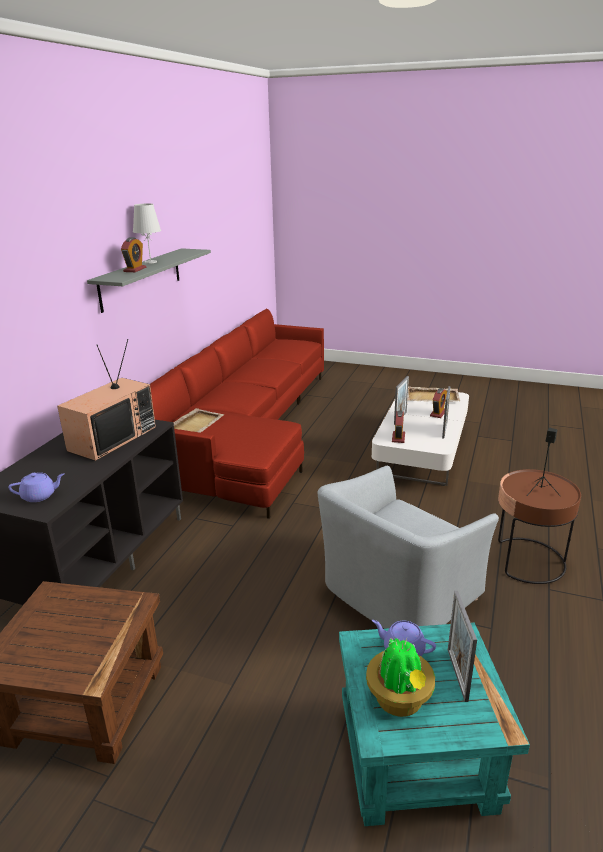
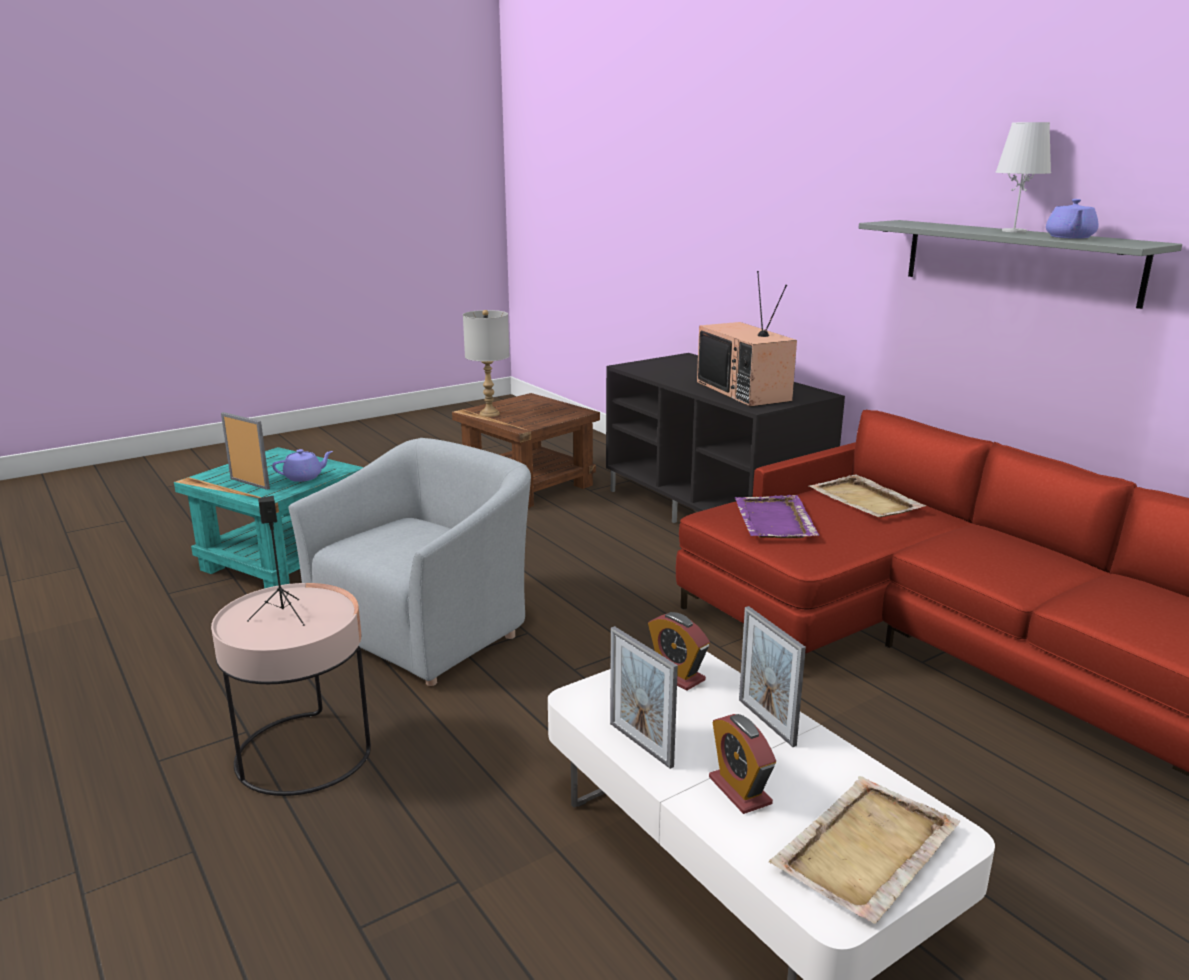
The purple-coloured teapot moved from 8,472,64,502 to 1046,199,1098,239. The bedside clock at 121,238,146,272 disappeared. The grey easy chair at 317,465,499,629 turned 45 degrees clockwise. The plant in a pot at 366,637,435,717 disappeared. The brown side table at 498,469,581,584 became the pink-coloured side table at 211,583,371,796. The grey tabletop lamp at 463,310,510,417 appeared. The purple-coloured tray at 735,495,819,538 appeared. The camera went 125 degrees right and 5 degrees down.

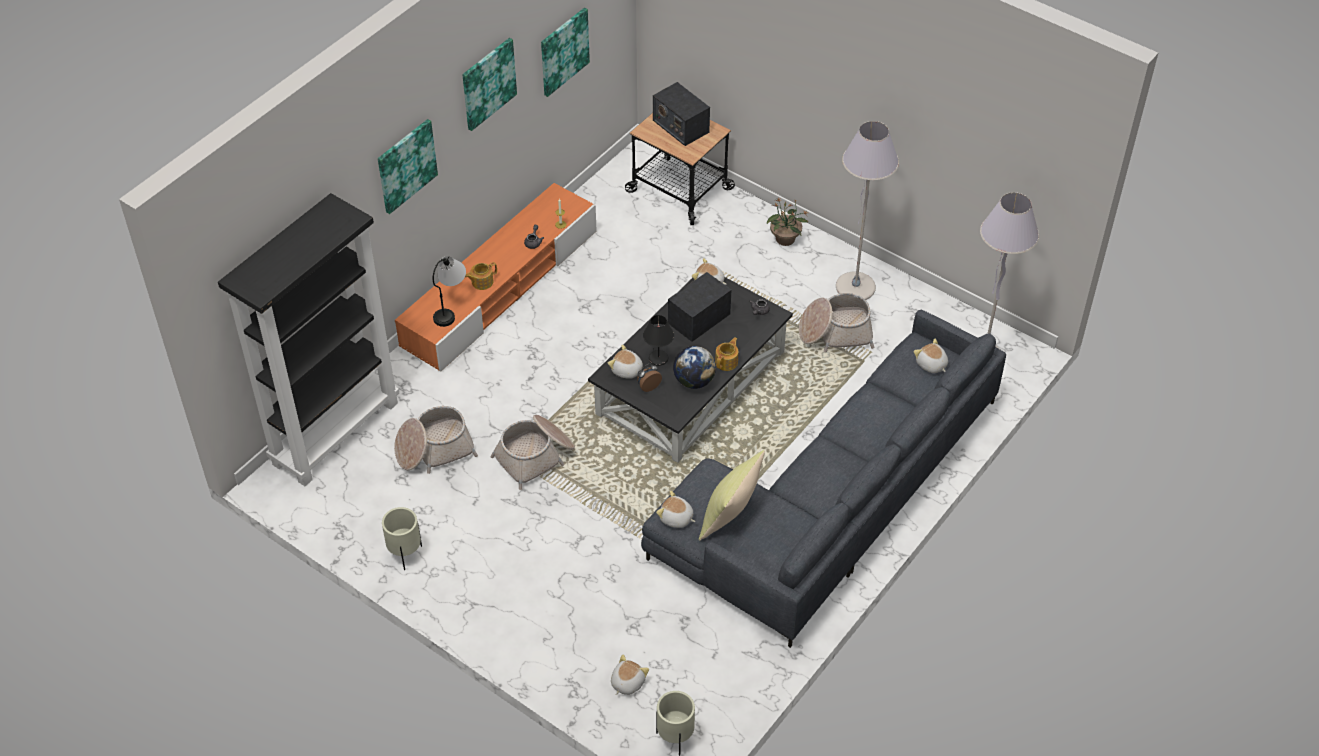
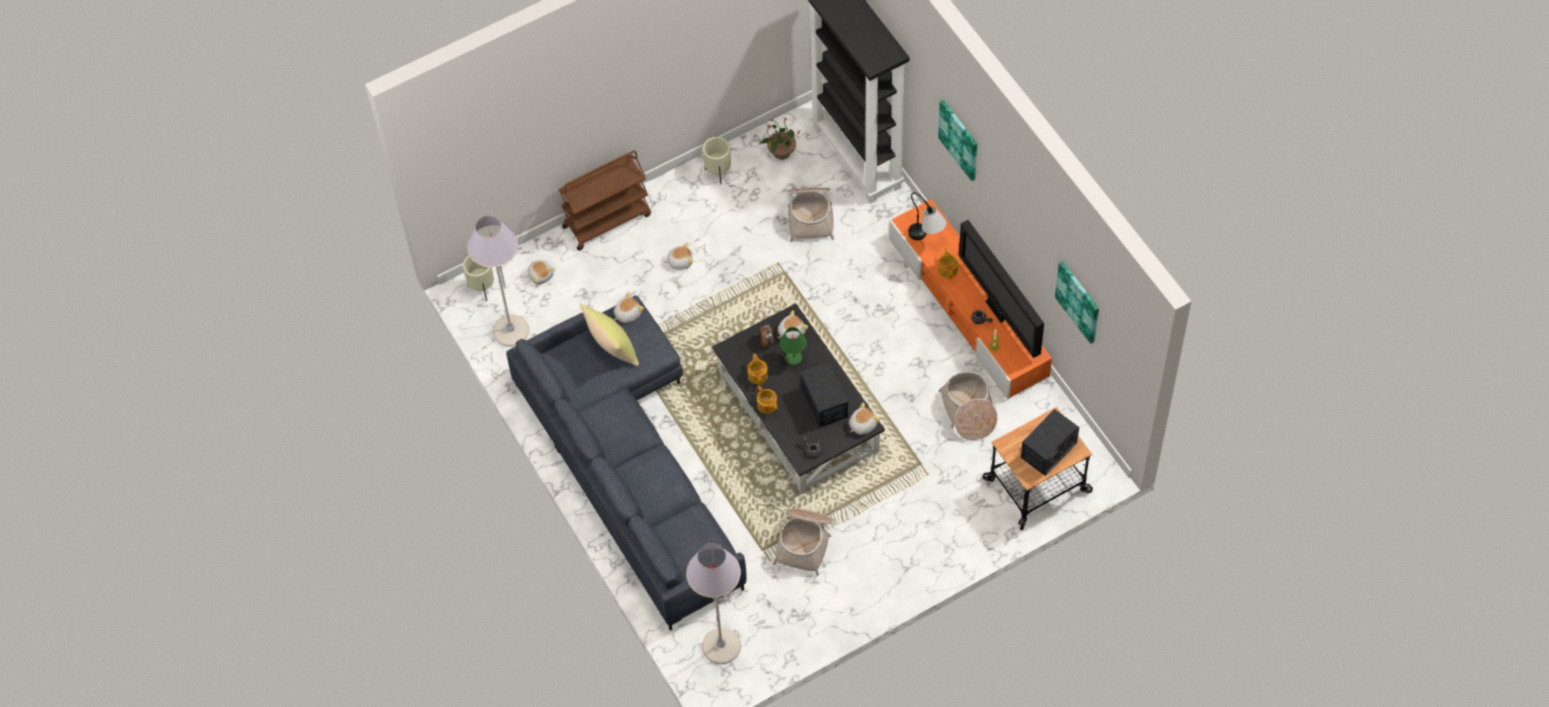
The picture at 462,38,517,131 disappeared. The basket moved from 491,415,575,490 to 938,371,997,440. The black tabletop lamp at 643,315,674,366 became the greenish tabletop lamp at 779,327,807,365. The radio set at 653,82,710,146 turned 150 degrees clockwise. The globe at 673,346,716,389 was replaced by the teapot at 748,354,768,385. The plant in a pot moved from 767,197,808,246 to 760,119,801,160. The grey standing lamp moved from 836,121,899,300 to 467,215,529,346. The cuddly toy moved from 914,338,948,373 to 664,242,693,270. The brown wheeled cart at 559,150,651,251 appeared. The TV at 959,220,1044,358 appeared. The camera went 115 degrees right and 10 degrees up.

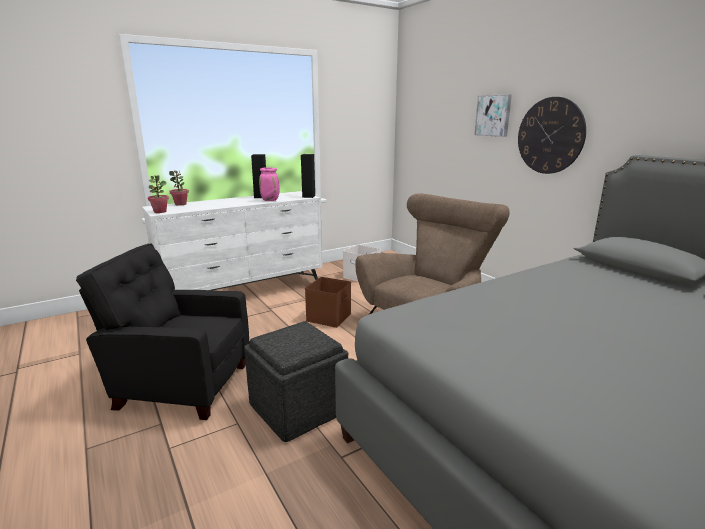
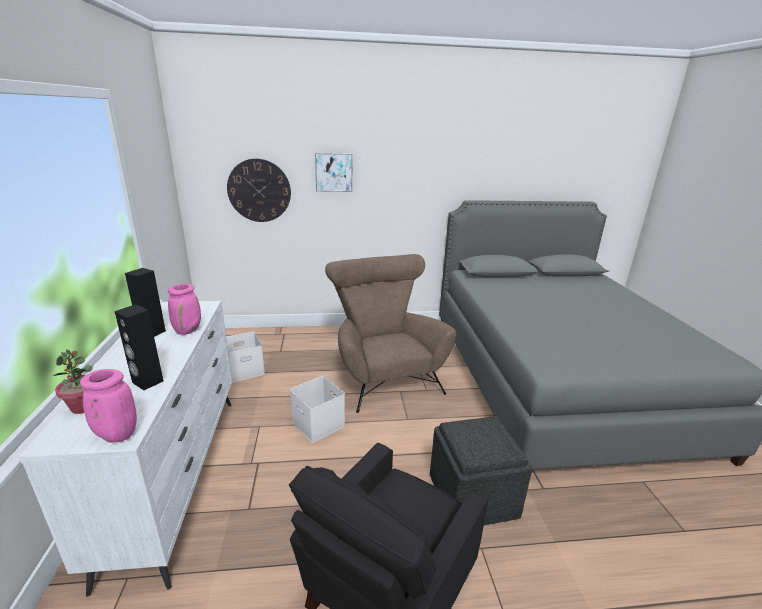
The plant in a pot at 148,175,169,213 was replaced by the pink-coloured flower vase at 80,369,137,443. The black audio speaker moved from 301,154,315,198 to 115,304,164,390. The brown storage container at 305,277,351,328 became the white storage container at 290,376,345,443. The clock on the wall moved from 518,97,586,174 to 227,159,291,222. The camera went 65 degrees left and 5 degrees up.

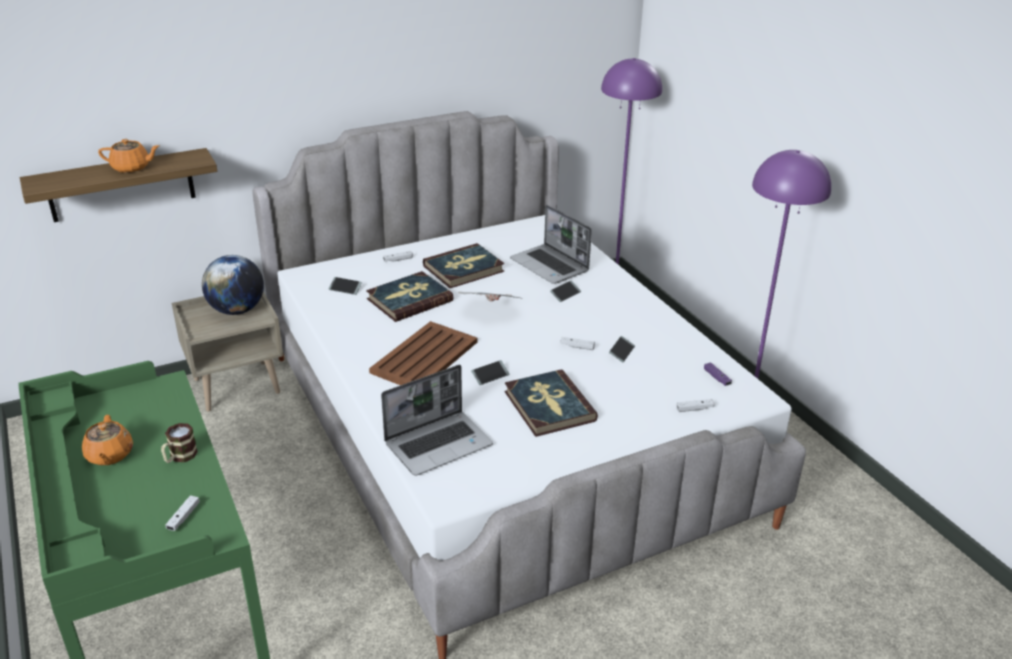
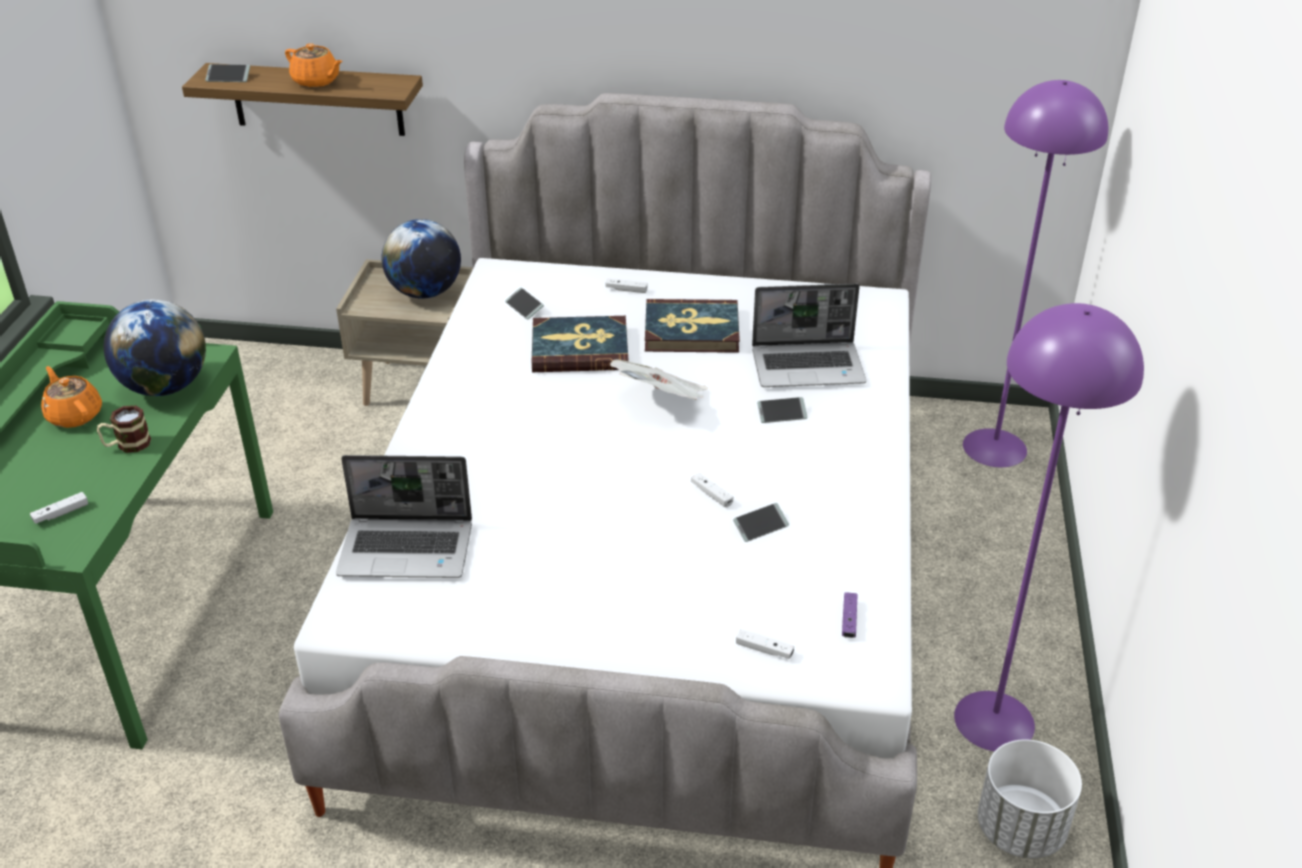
The orange teapot at 82,415,133,465 turned 120 degrees clockwise. The brown tray at 369,321,477,385 disappeared. The phone moved from 471,360,509,385 to 205,64,250,82. The bound book at 505,369,598,437 disappeared. The notebook computer at 510,205,592,284 turned 90 degrees counterclockwise. The globe at 104,299,206,396 appeared. The white flower pot at 978,739,1082,859 appeared. The camera went 35 degrees right and 5 degrees up.

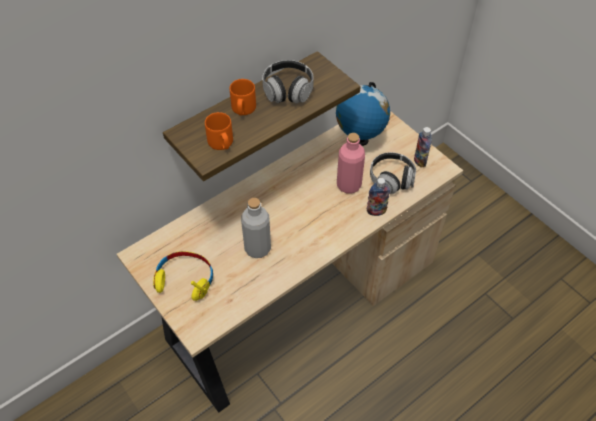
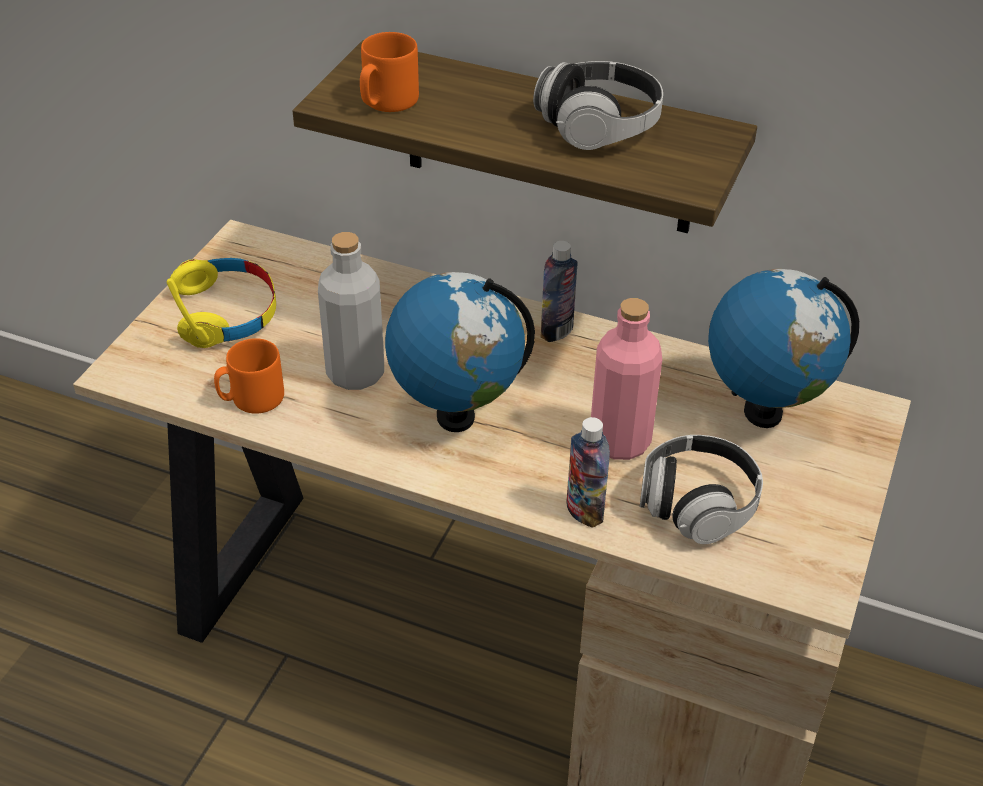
The orange mug moved from 230,79,256,115 to 214,338,284,414. The drink bottle moved from 414,127,432,168 to 541,241,578,342. The globe at 385,272,535,432 appeared. The camera went 60 degrees right and 10 degrees down.

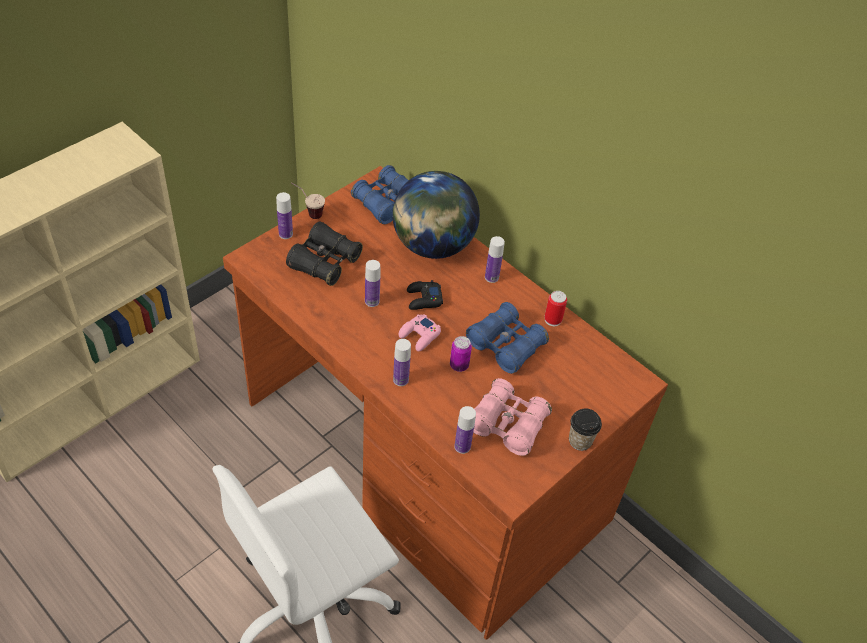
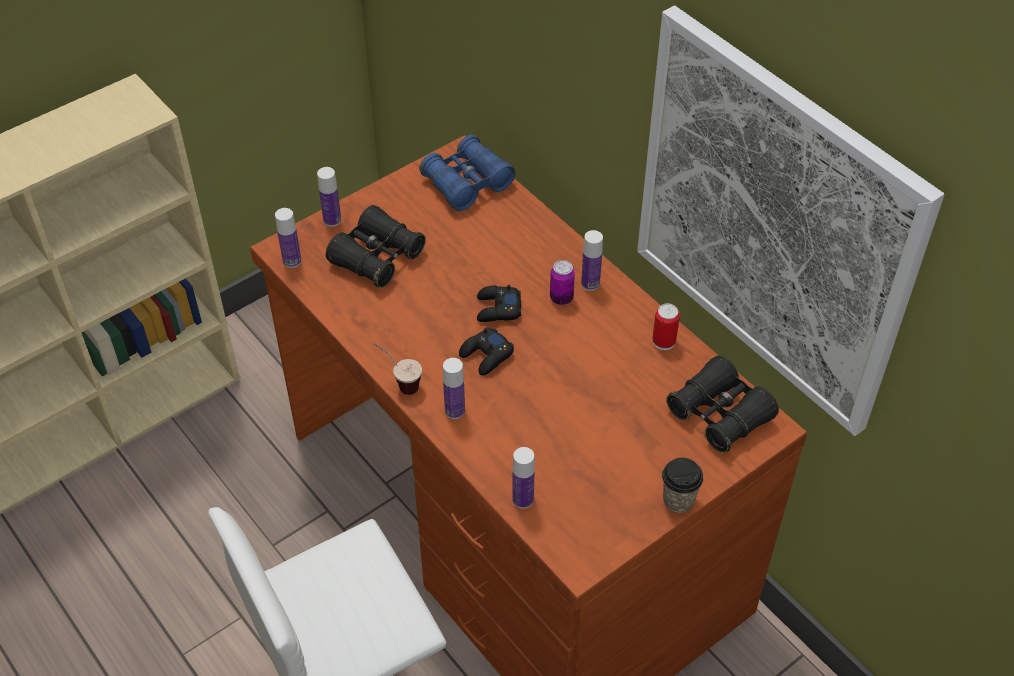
The cup moved from 291,182,325,219 to 374,343,422,395. The drink bottle moved from 365,260,380,307 to 275,208,301,268. The globe at 392,171,480,259 disappeared. The pink-coloured game controller at 399,314,441,351 became the black game controller at 459,328,514,376. The can moved from 450,336,472,372 to 550,260,575,305. The blue-coloured field glasses at 466,302,549,374 disappeared. The pink-coloured field glasses at 474,378,552,456 disappeared. The picture at 637,6,945,436 appeared. The black field glasses at 666,356,779,453 appeared. The camera went 10 degrees right and 0 degrees up.

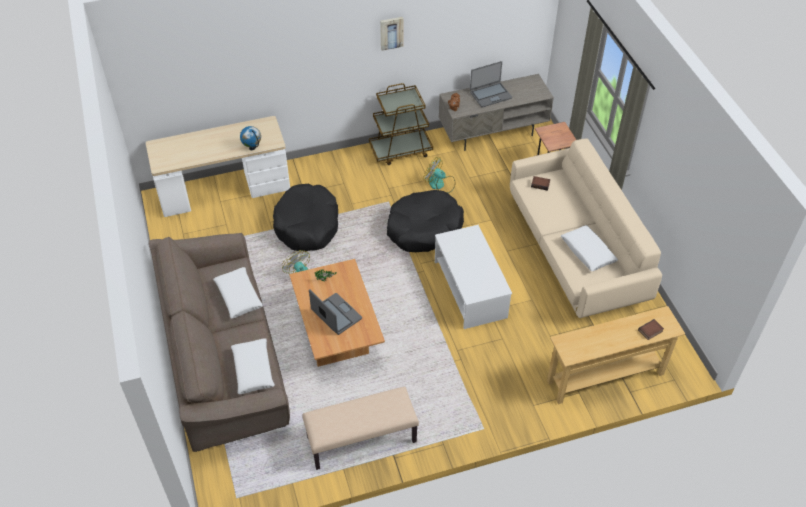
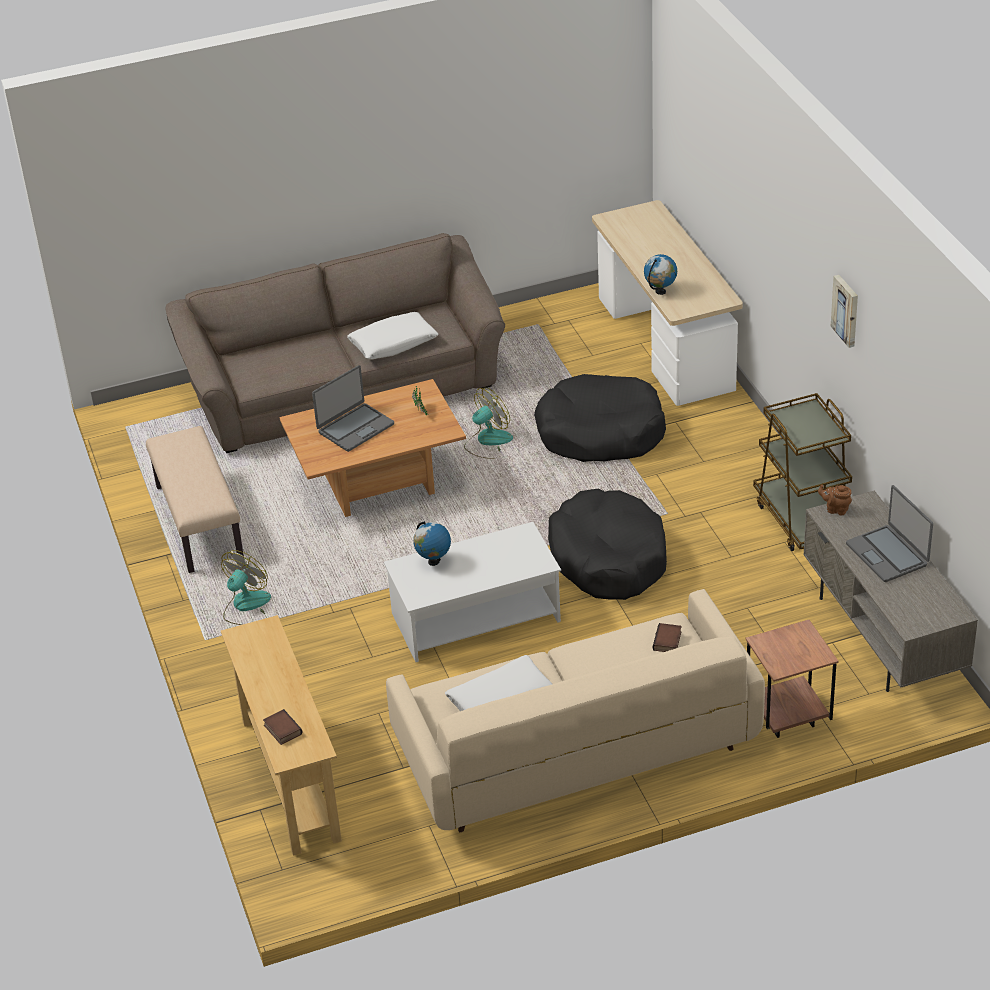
The white pillow at 231,338,275,394 disappeared. The cooling fan moved from 423,157,455,193 to 221,550,271,625. The globe at 413,521,451,566 appeared. The camera went 90 degrees right and 10 degrees down.

